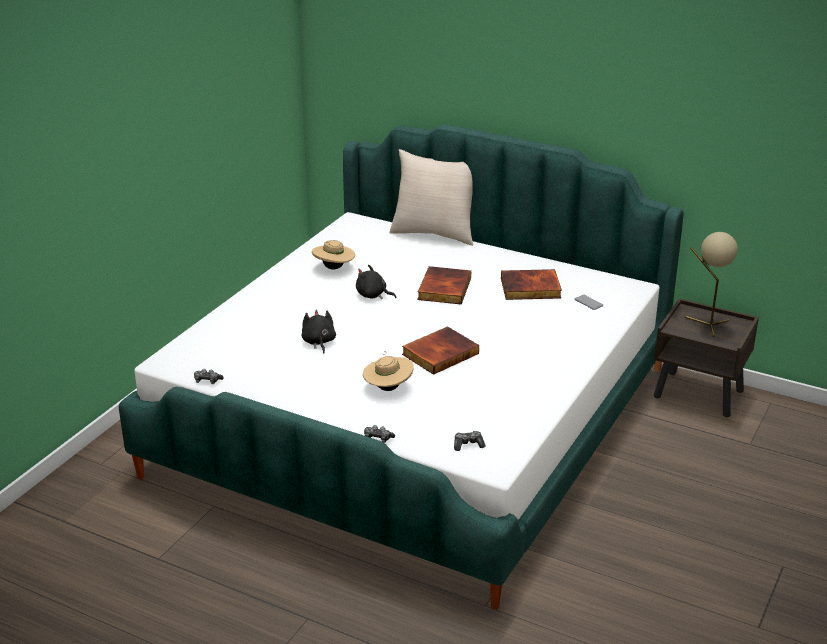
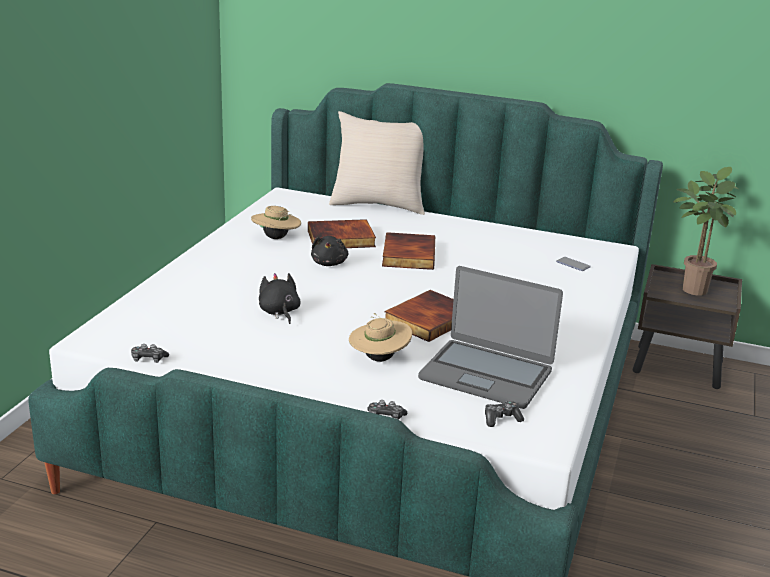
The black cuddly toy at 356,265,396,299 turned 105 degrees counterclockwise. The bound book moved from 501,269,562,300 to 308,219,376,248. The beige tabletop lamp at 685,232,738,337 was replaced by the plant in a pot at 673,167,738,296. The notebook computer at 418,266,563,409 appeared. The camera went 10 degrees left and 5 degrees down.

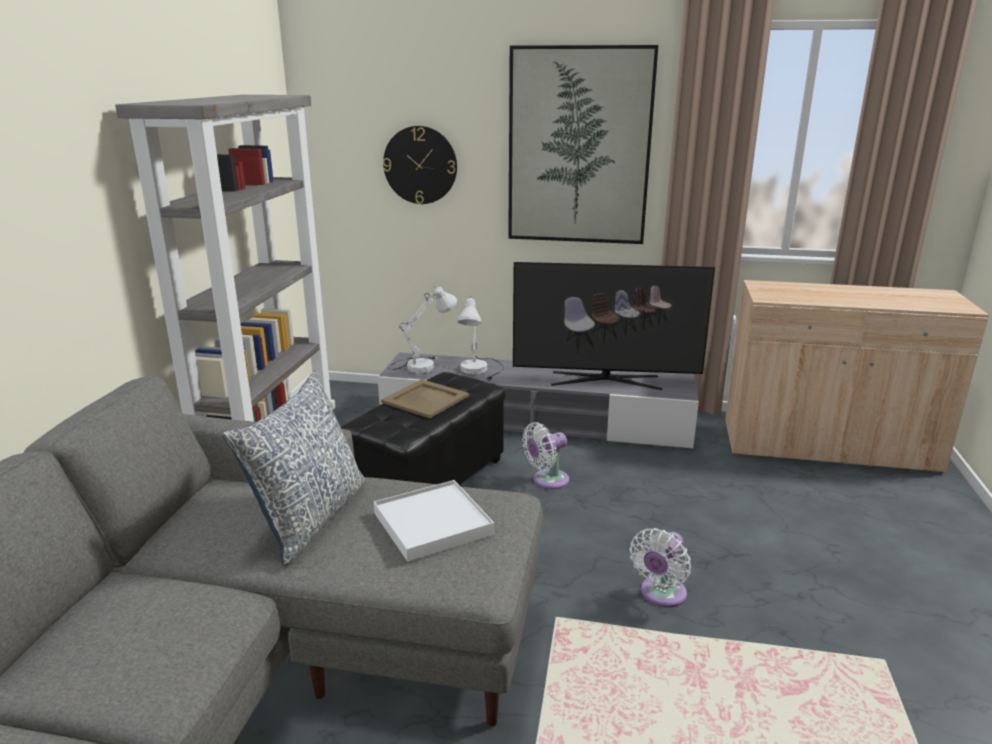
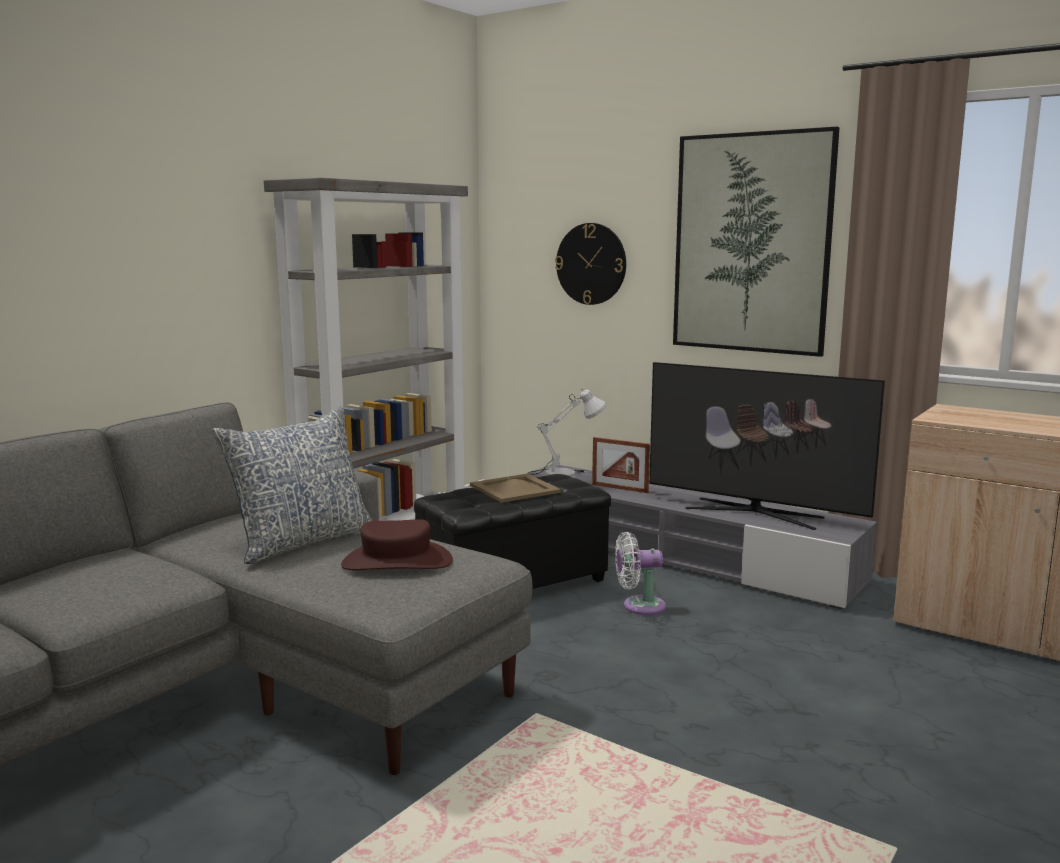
The white tray at 374,480,494,562 was replaced by the brown wearable hat at 341,519,453,570. The white tabletop lamp at 457,296,504,381 was replaced by the standing frame at 592,437,650,493. The white cooling fan at 630,528,691,608 disappeared. The camera went 25 degrees right and 10 degrees down.

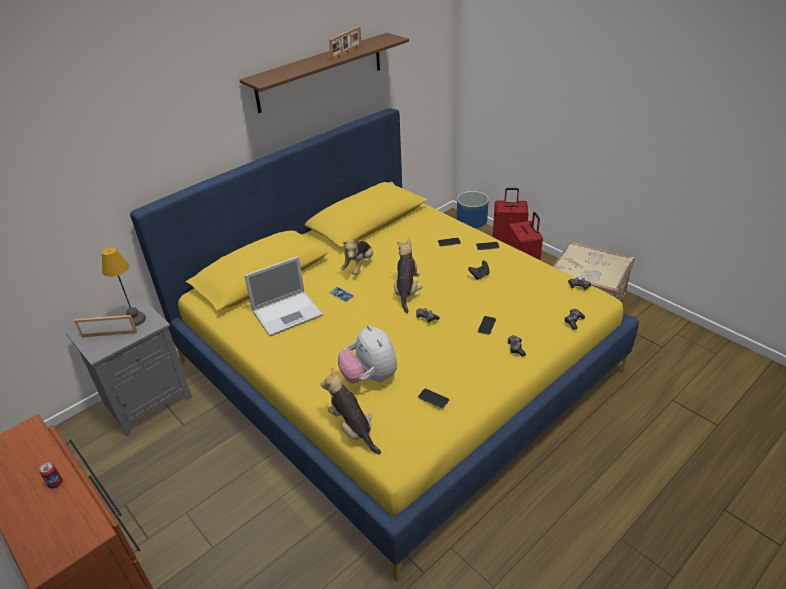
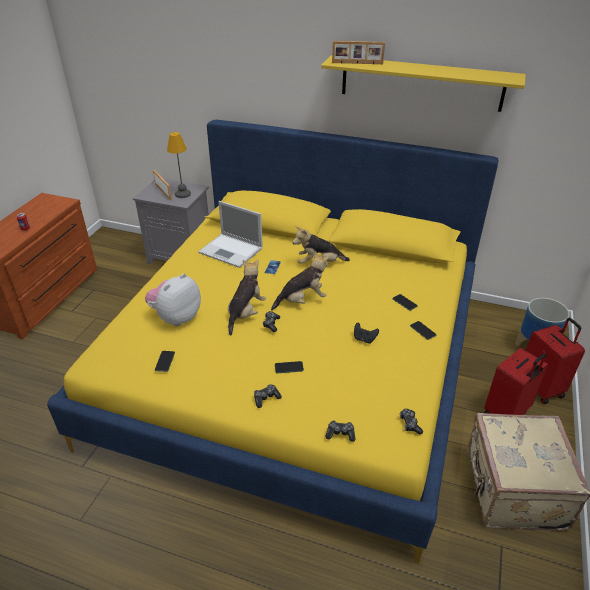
The brown wall shelf at 239,33,409,113 became the yellow wall shelf at 321,55,526,112. The cuddly toy moved from 321,368,381,455 to 228,259,266,335. The standing frame moved from 329,26,362,61 to 332,41,385,64. The camera went 60 degrees right and 0 degrees up.

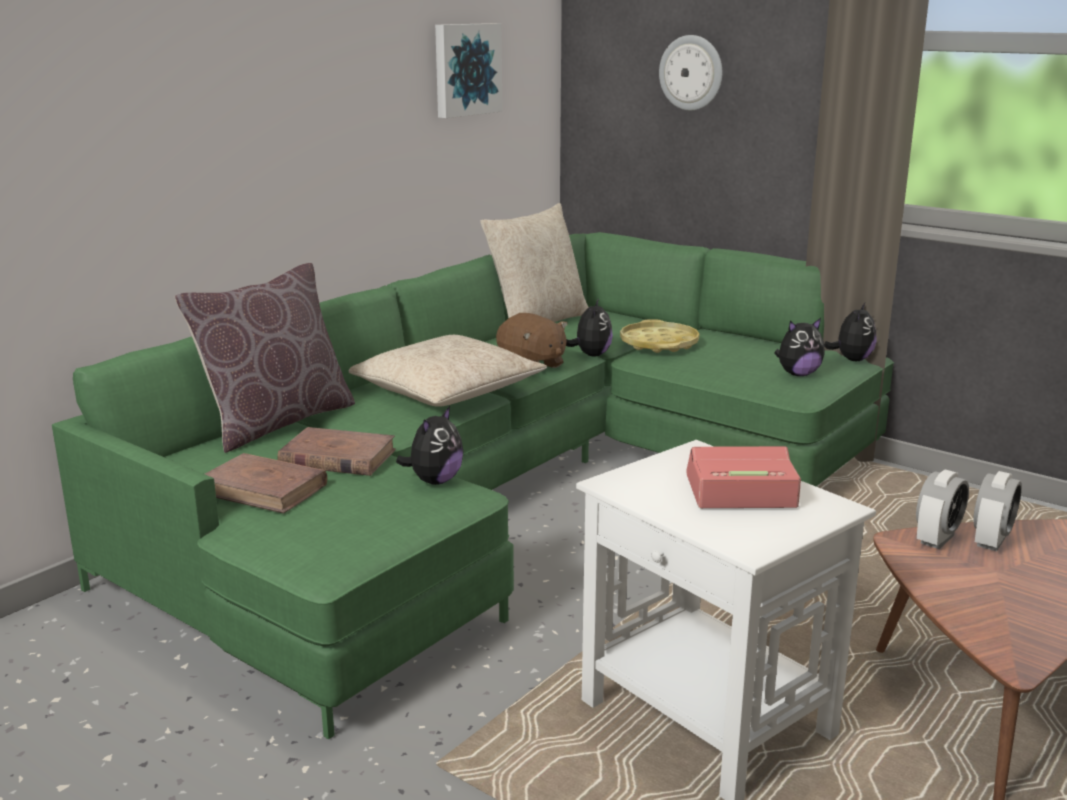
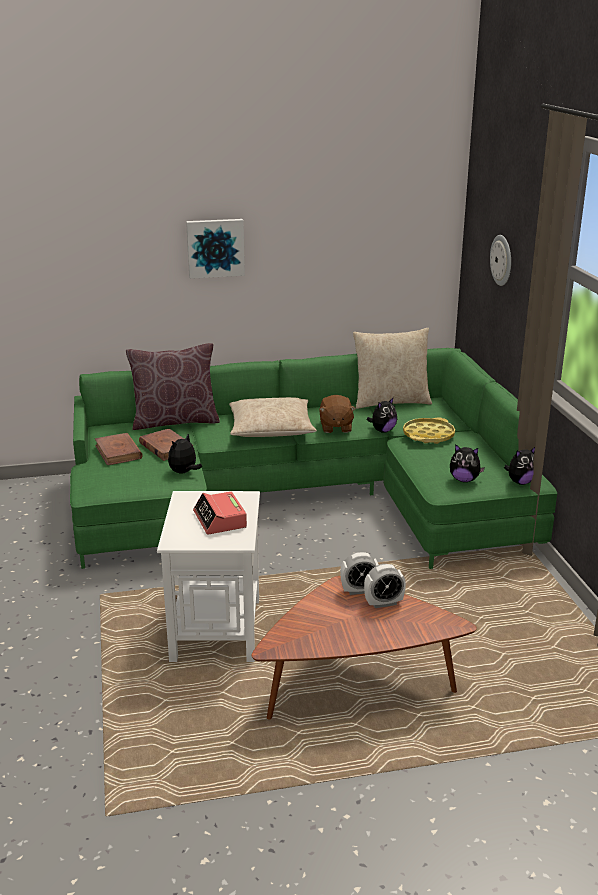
The cuddly toy at 396,406,464,485 turned 150 degrees clockwise. The picture moved from 435,23,502,118 to 186,219,245,279. The bedside clock at 687,446,801,508 turned 150 degrees counterclockwise. The camera went 40 degrees right and 5 degrees up.

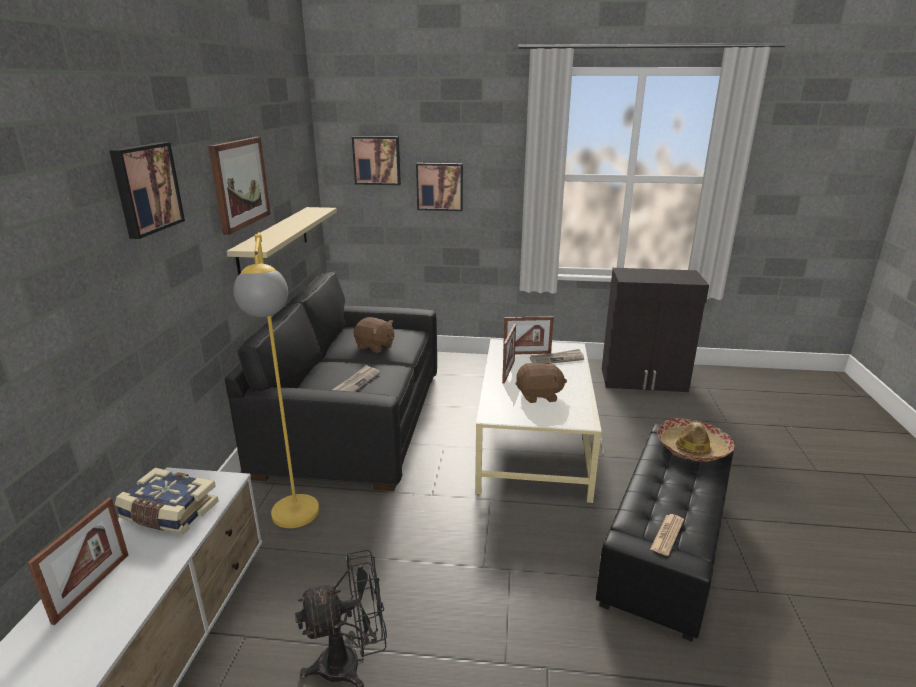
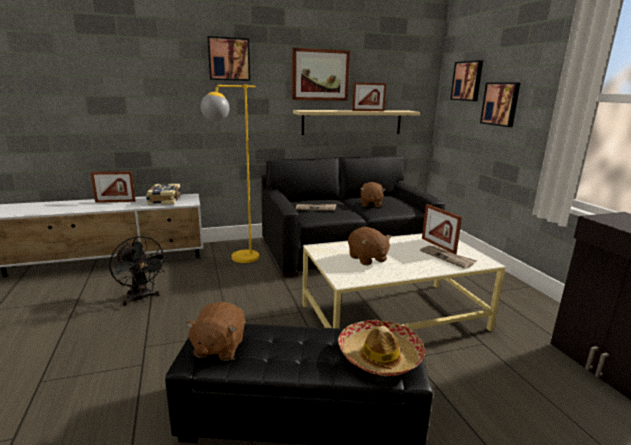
The standing frame moved from 502,324,516,384 to 352,82,386,111. The newspaper at 650,514,684,556 was replaced by the brown cuddly toy at 186,302,245,361. The camera went 65 degrees right and 5 degrees down.

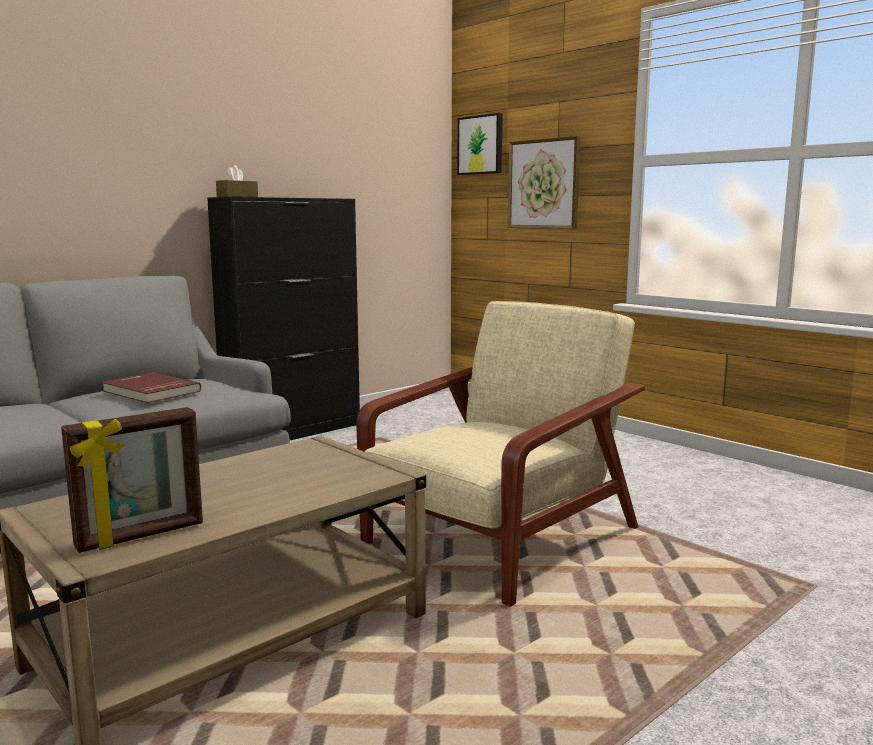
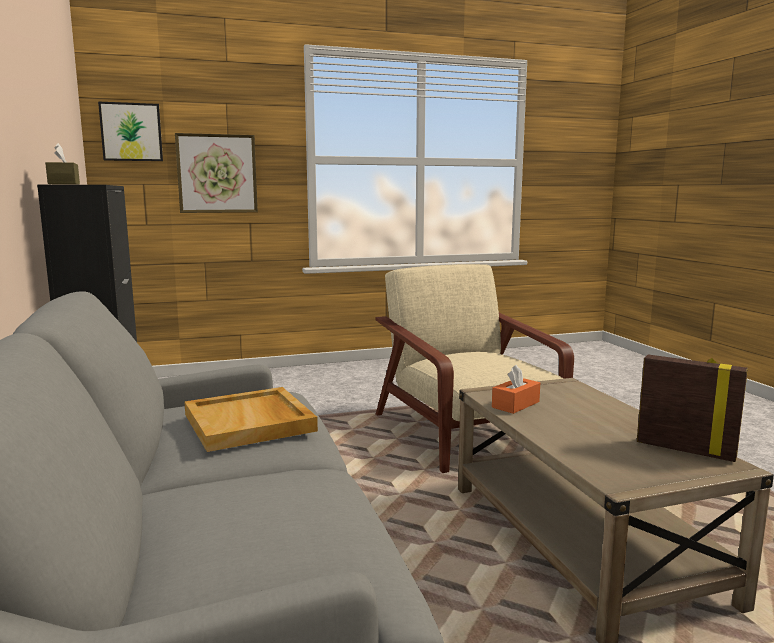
The standing frame at 61,407,203,553 turned 45 degrees counterclockwise. The red bound book at 102,373,201,403 was replaced by the beige tray at 184,387,318,452. The orange tissue holder at 492,365,540,414 appeared. The camera went 65 degrees left and 0 degrees up.

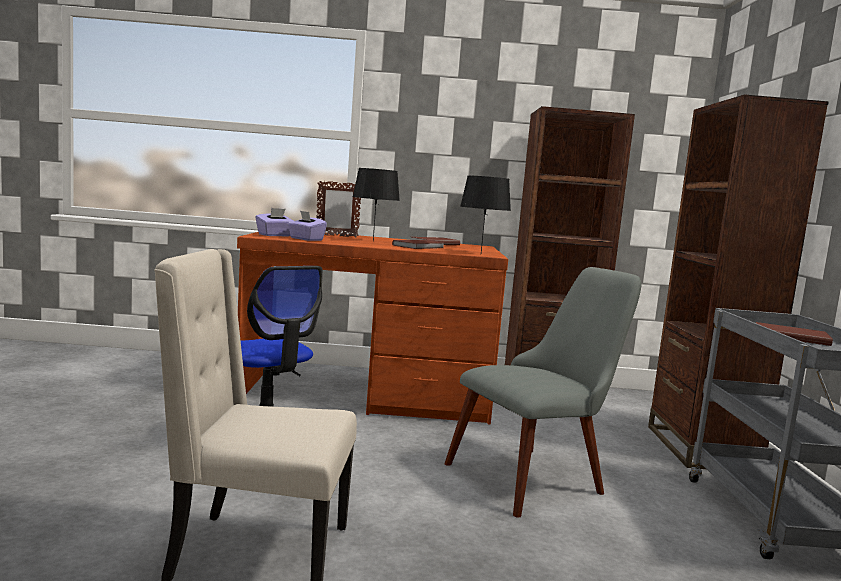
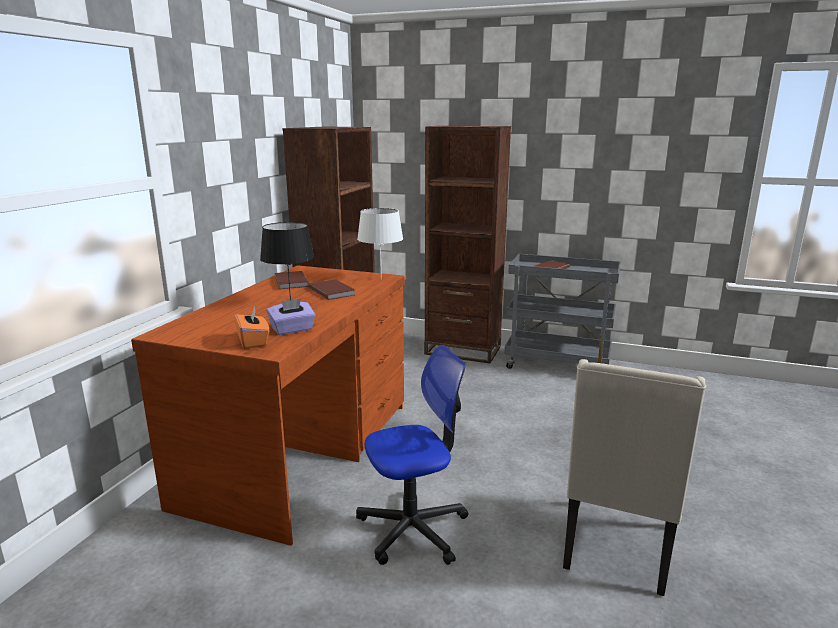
The purple-coloured tissue holder at 255,208,293,237 became the orange tissue holder at 234,305,269,349. The standing frame at 316,181,361,237 disappeared. The grey plain chair at 445,267,641,518 disappeared. The black tabletop lamp at 460,175,511,253 became the white tabletop lamp at 357,208,403,279. The camera went 70 degrees left and 10 degrees up.

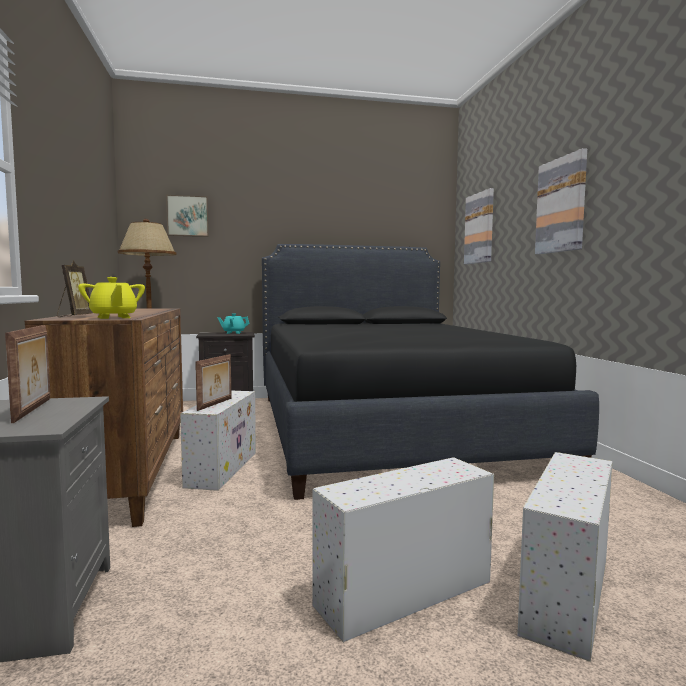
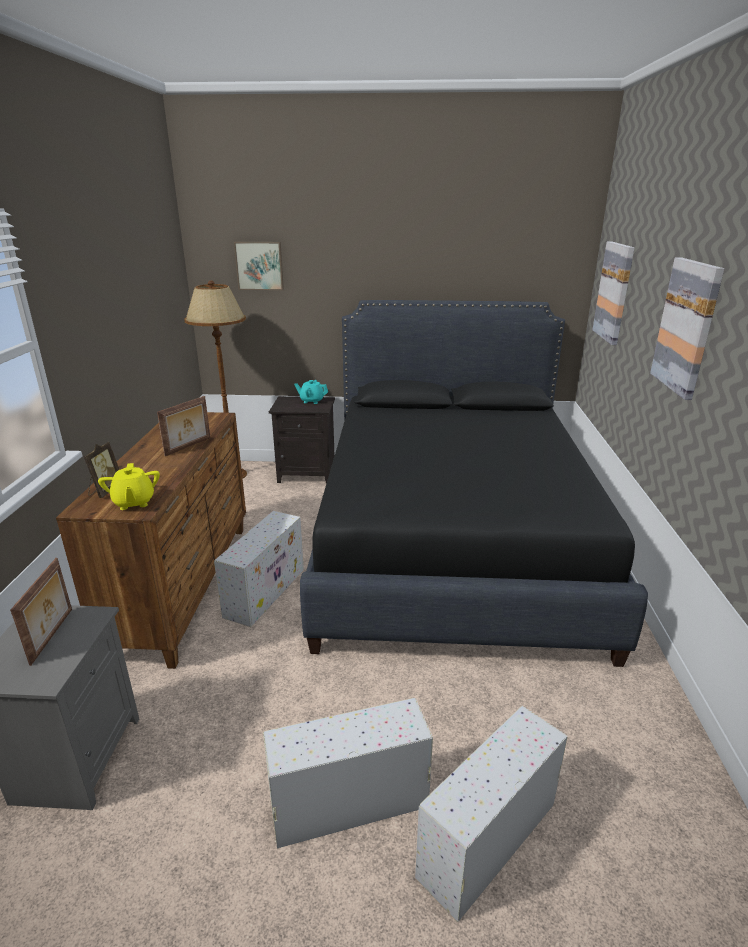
The standing frame moved from 195,354,232,411 to 157,396,211,456. The camera went 15 degrees right and 20 degrees up.

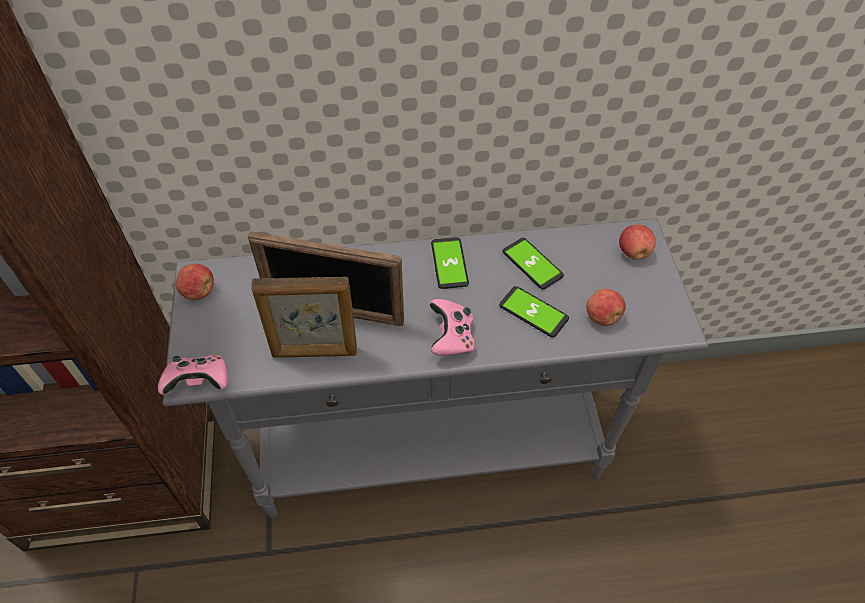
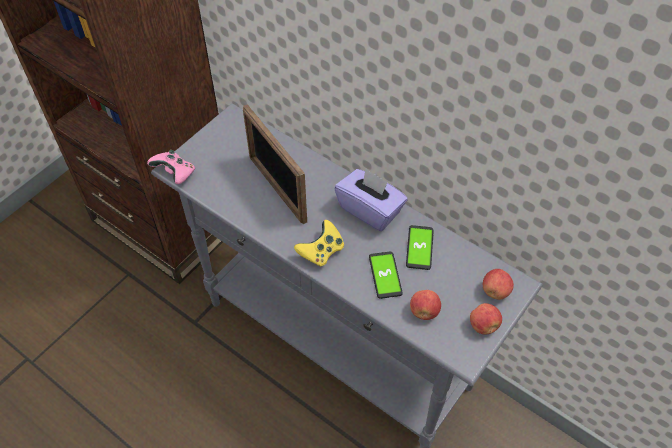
The whole apple moved from 175,264,214,300 to 470,303,502,335. The standing frame at 251,276,357,358 disappeared. The pink-coloured game controller at 430,299,475,356 became the yellow game controller at 294,220,344,266. The phone at 431,237,469,289 was replaced by the purple-coloured tissue holder at 334,168,408,231. The camera went 45 degrees right and 0 degrees up.

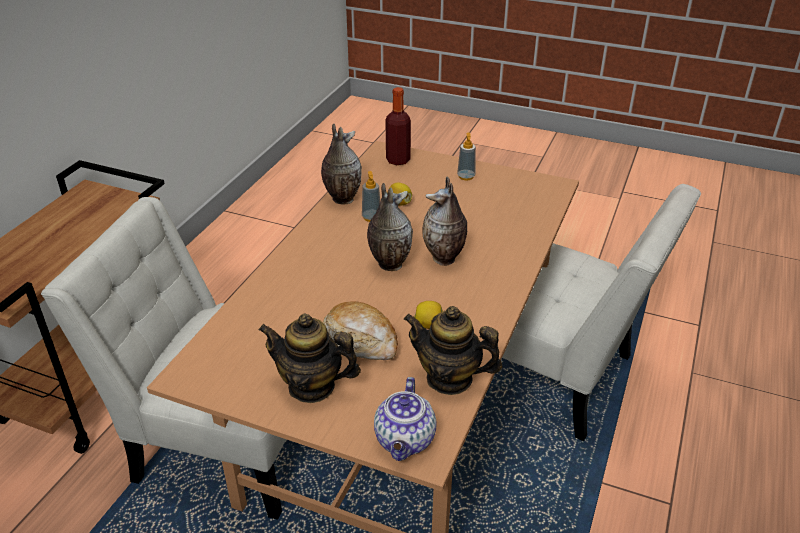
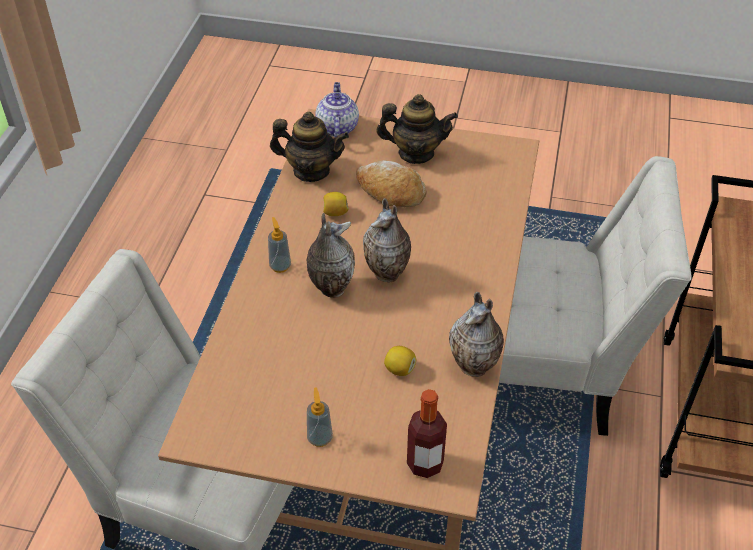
The soap dispenser moved from 362,171,380,222 to 268,217,291,273. The camera went 170 degrees right and 10 degrees up.

